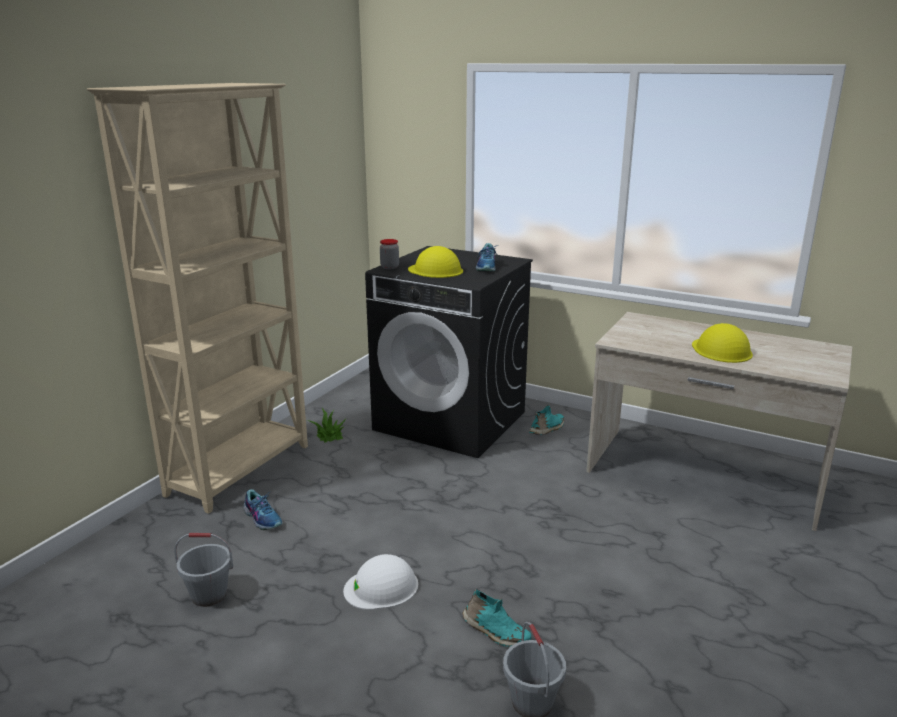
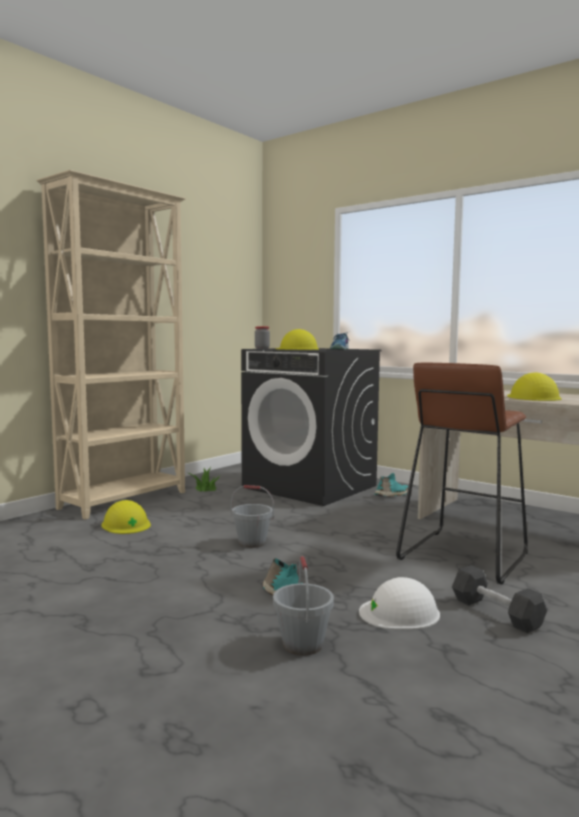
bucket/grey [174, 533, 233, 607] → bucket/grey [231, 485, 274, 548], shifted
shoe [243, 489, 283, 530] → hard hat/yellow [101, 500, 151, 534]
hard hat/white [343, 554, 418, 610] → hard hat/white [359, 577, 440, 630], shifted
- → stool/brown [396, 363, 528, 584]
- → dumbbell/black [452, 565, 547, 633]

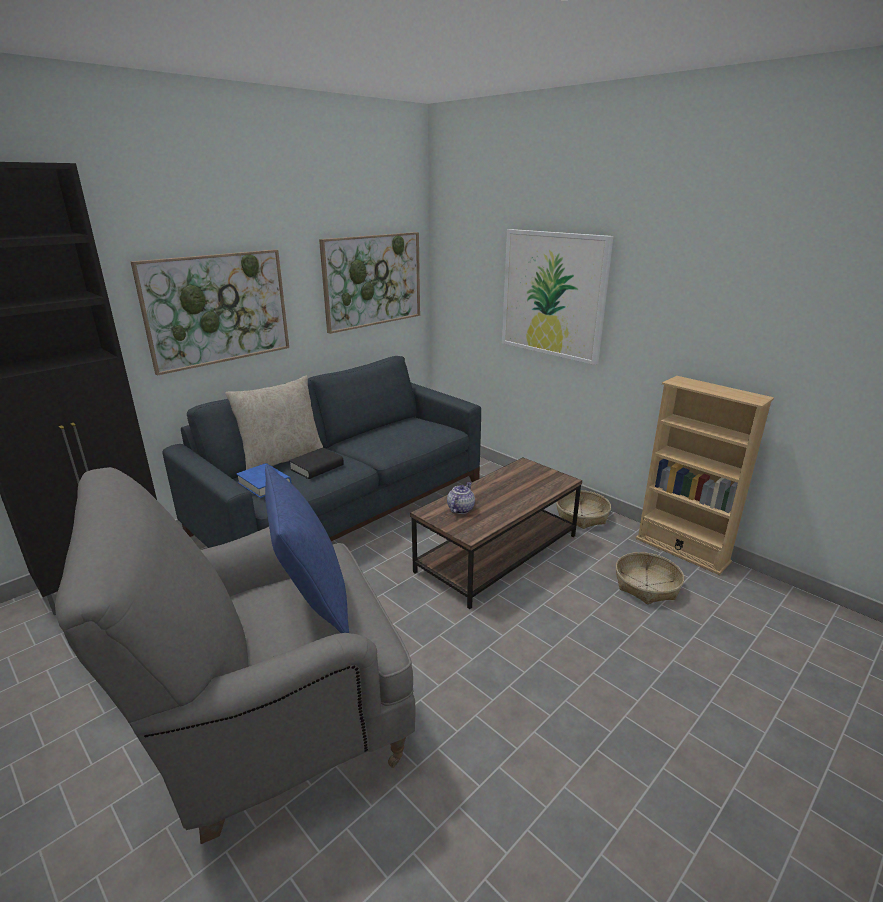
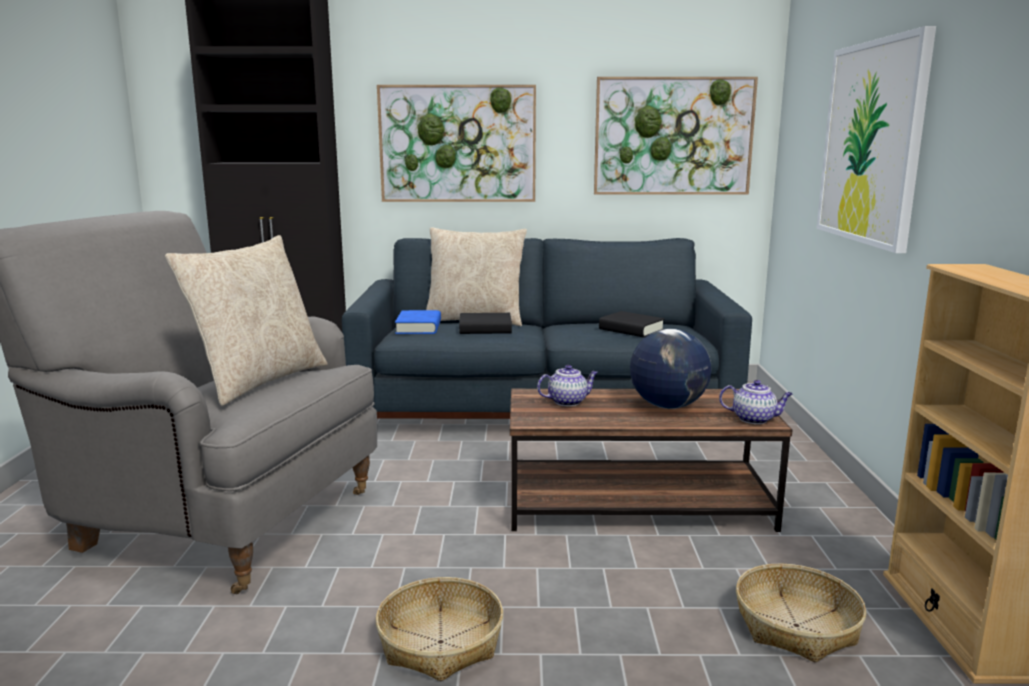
pillow/blue [265, 464, 349, 633] → pillow/beige [165, 235, 328, 406]
basket [556, 490, 611, 529] → basket [376, 577, 503, 681], shifted
- → book/black [599, 311, 665, 338]
- → globe [630, 329, 711, 409]
- → teapot [719, 380, 793, 424]

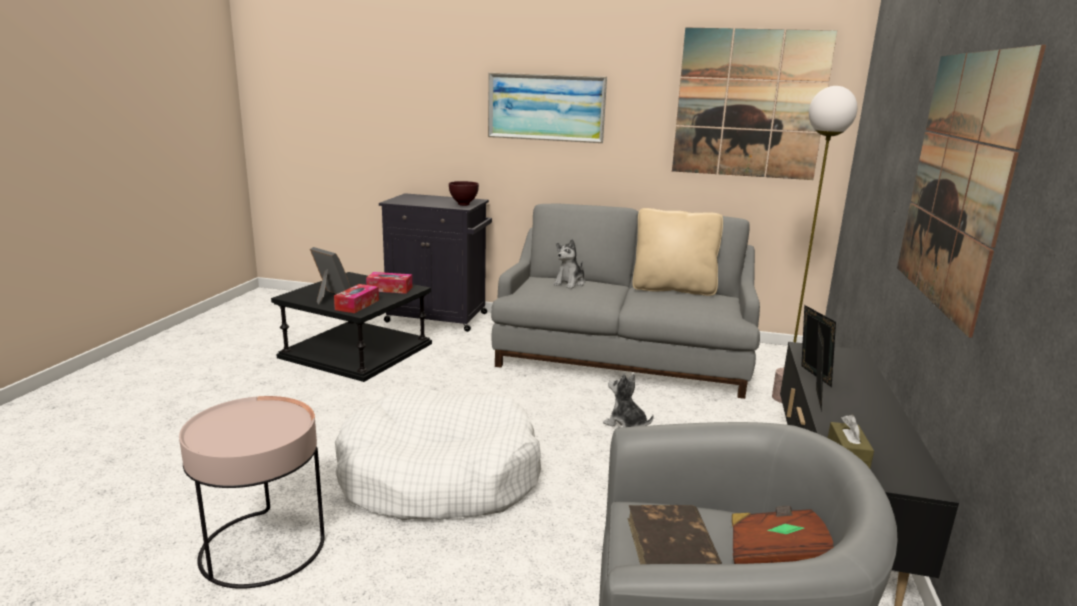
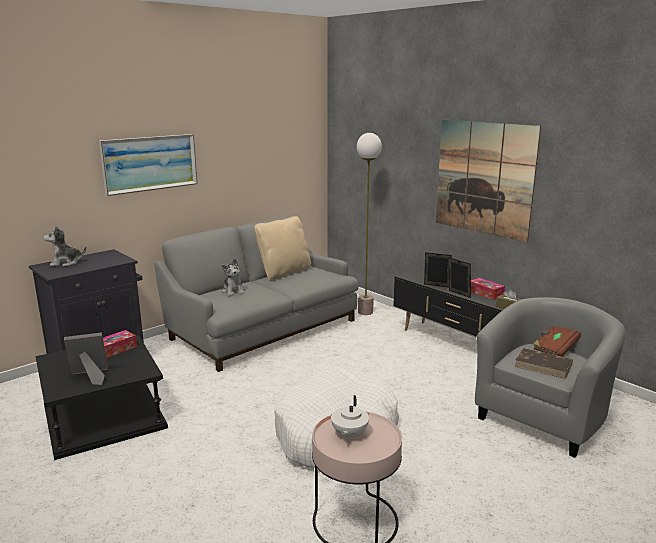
tissue box [334, 284, 379, 313] → tissue box [471, 278, 505, 300], shifted
bowl/brown [449, 181, 479, 206] → -
plush toy [603, 374, 654, 429] → plush toy [43, 226, 86, 267], shifted
picture [672, 28, 837, 180] → -
- → teapot/white [331, 395, 369, 440]

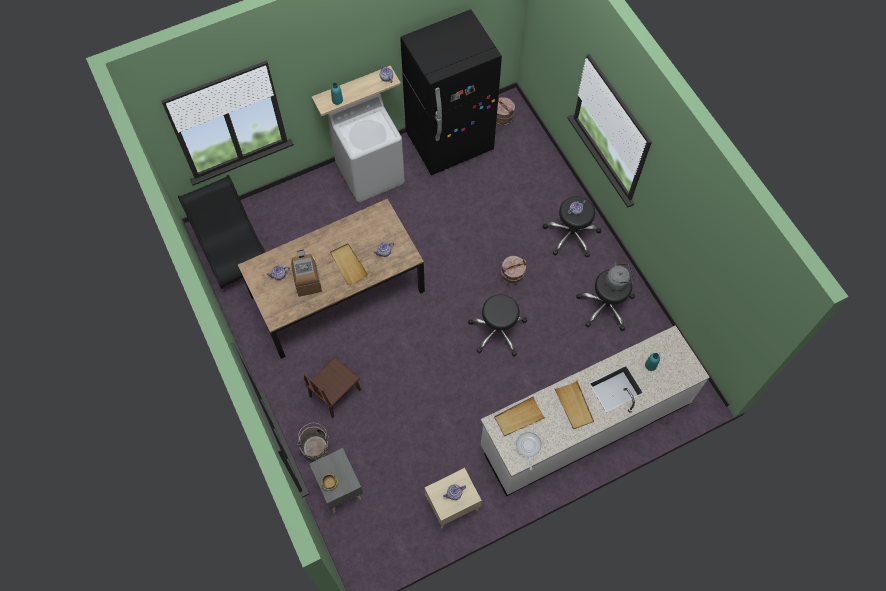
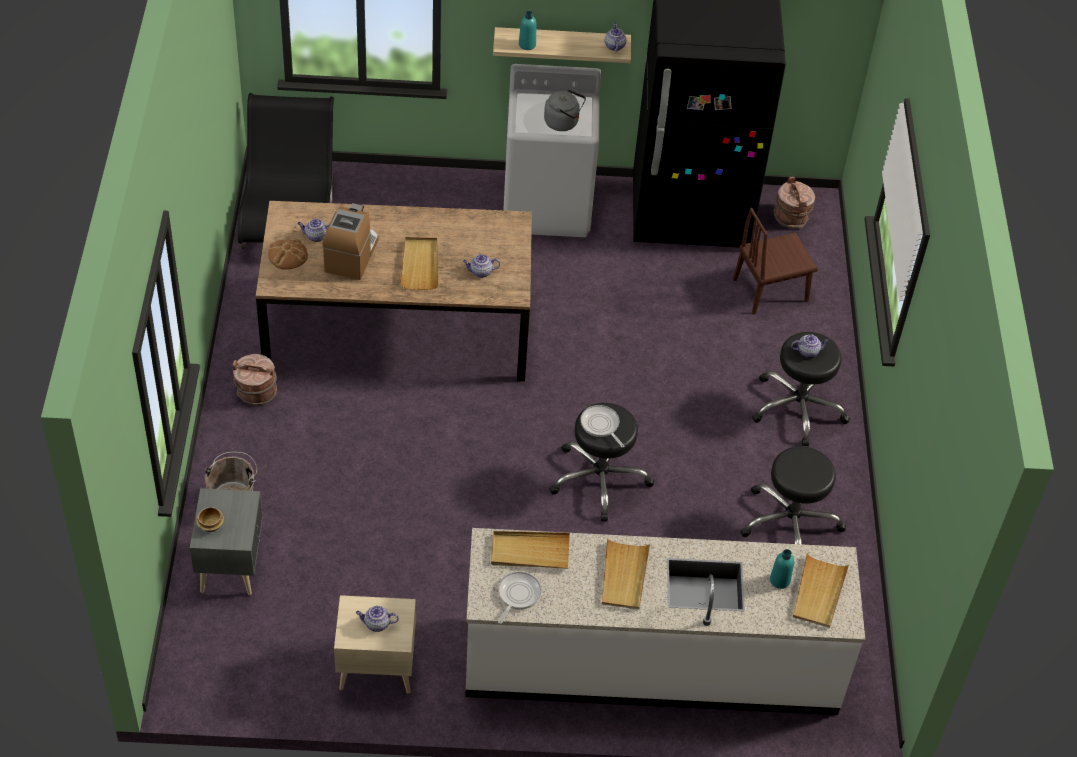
chair/brown [304, 357, 361, 418] → chair/brown [733, 208, 818, 314], shifted
bucket/brown [501, 256, 526, 285] → bucket/brown [233, 354, 277, 406], shifted
kettle/grey [606, 262, 634, 291] → kettle/grey [544, 89, 586, 131], shifted
- → bread [268, 239, 308, 269]
- → frying pan [580, 405, 625, 448]
- → tray/beige [793, 553, 849, 628]

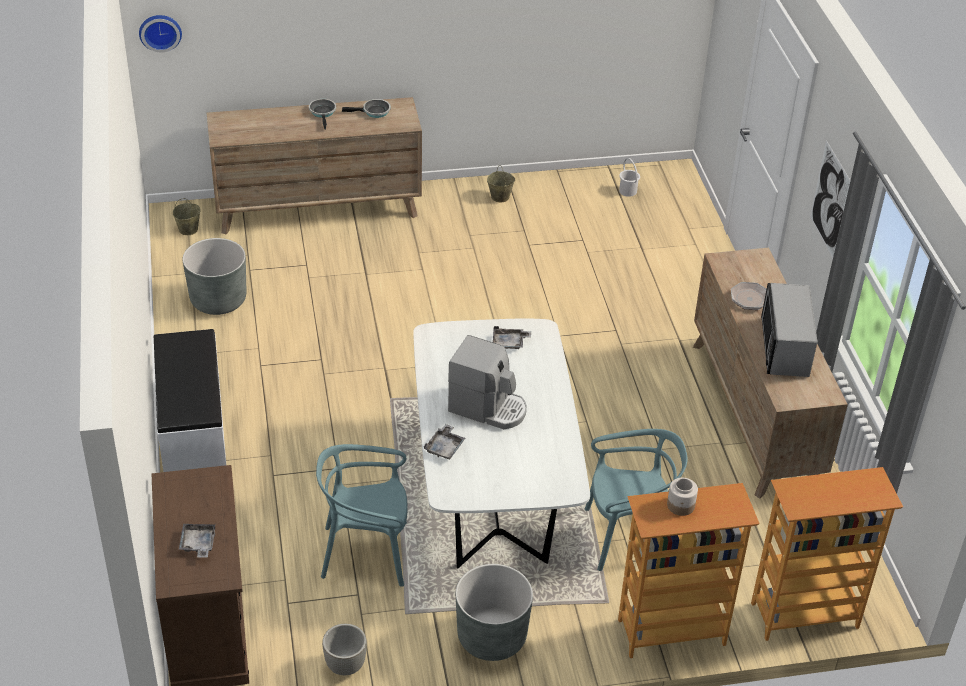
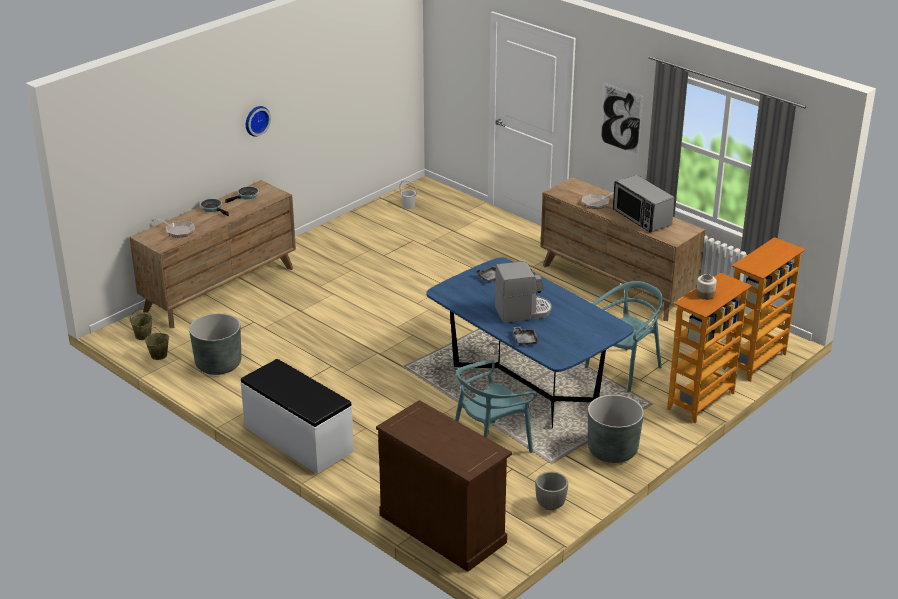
wall clock [139, 15, 182, 52] → wall clock [246, 106, 271, 137], shifted
tray/grey [179, 524, 215, 558] → -
dining table/white [413, 318, 590, 569] → dining table/blue [426, 258, 633, 429]
bucket/beige [487, 165, 515, 202] → bucket/beige [145, 327, 169, 360], shifted
- → frying pan [153, 217, 195, 238]

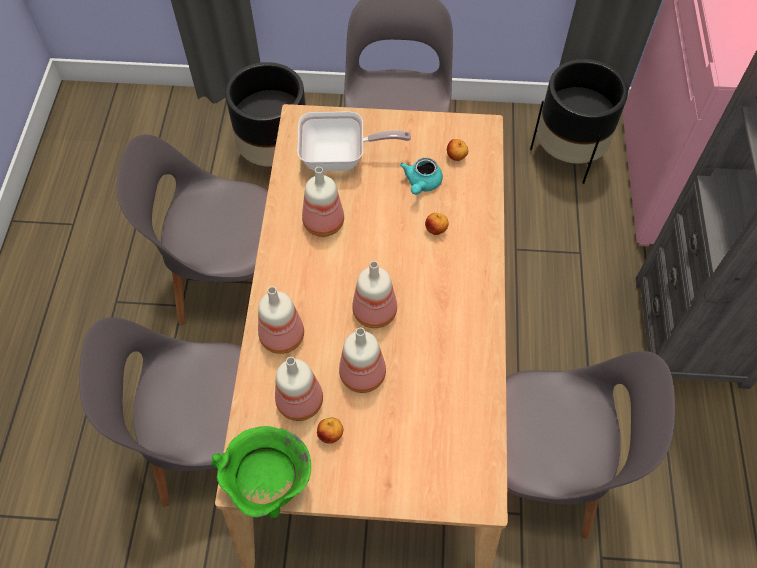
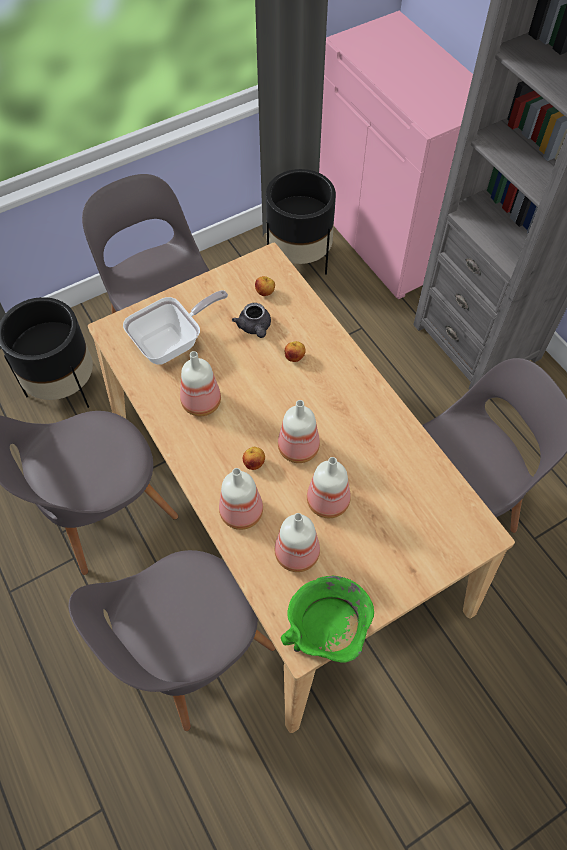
apple [317, 418, 343, 444] → apple [242, 447, 265, 470], shifted
teapot/turquoise [400, 158, 443, 195] → teapot/grey [232, 303, 271, 338]

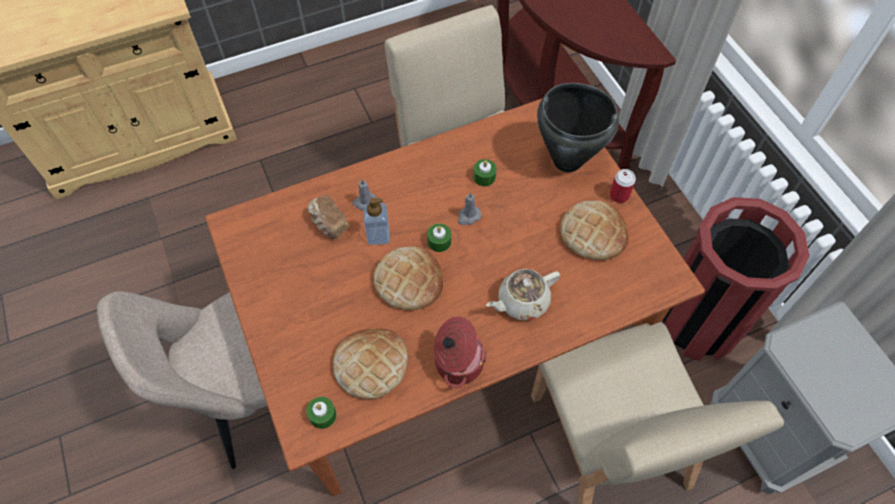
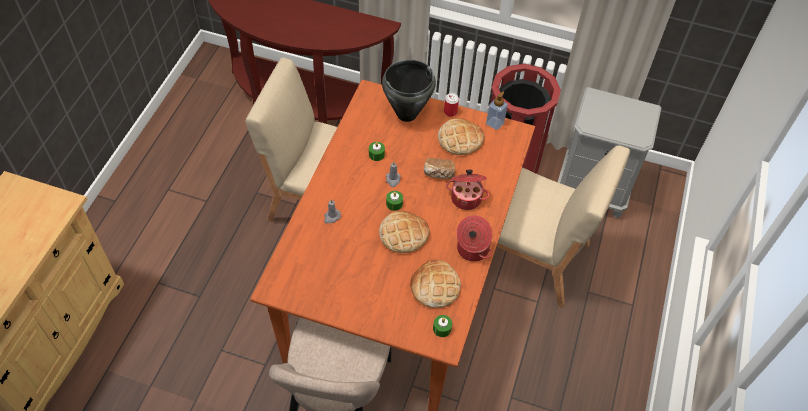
bread [308, 195, 349, 239] → bread [424, 157, 455, 179], shifted
soap dispenser [363, 198, 390, 245] → soap dispenser [486, 91, 508, 130], shifted
teapot/beige [486, 269, 560, 321] → cooking pot [446, 170, 489, 210]

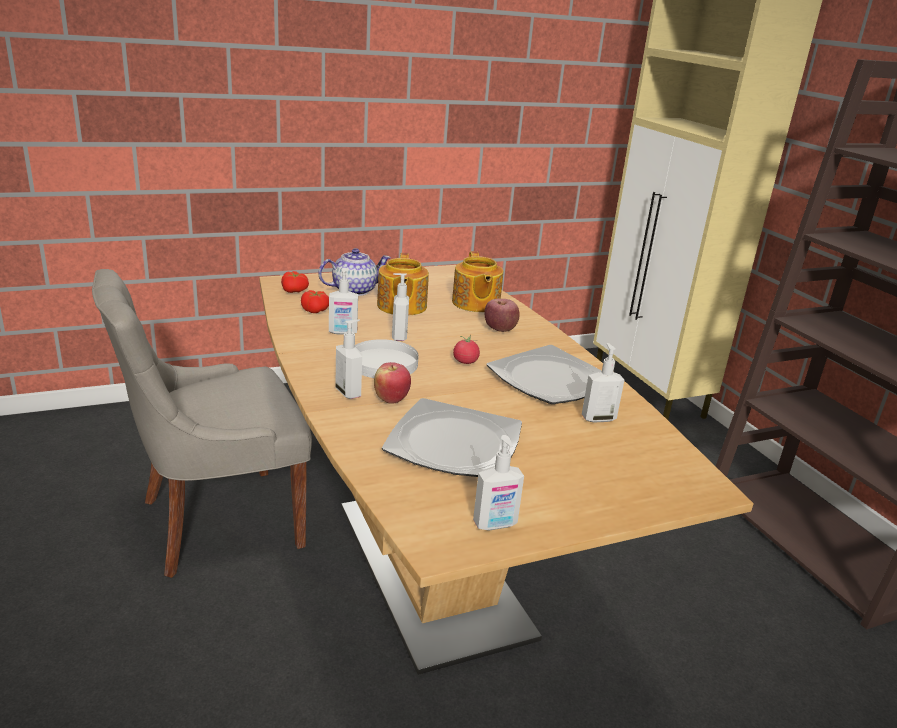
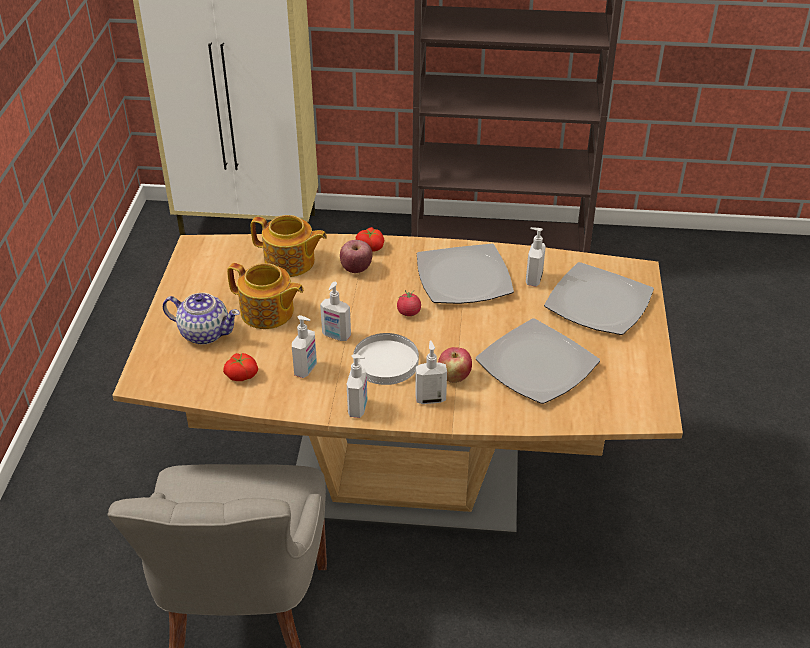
tomato [281, 271, 309, 293] → tomato [356, 227, 384, 252], shifted
teapot [319, 248, 391, 296] → teapot [163, 293, 240, 345], 105 degrees clockwise
soap dispenser [473, 435, 524, 530] → soap dispenser [347, 354, 367, 418], shifted
- → plate [544, 262, 654, 335]

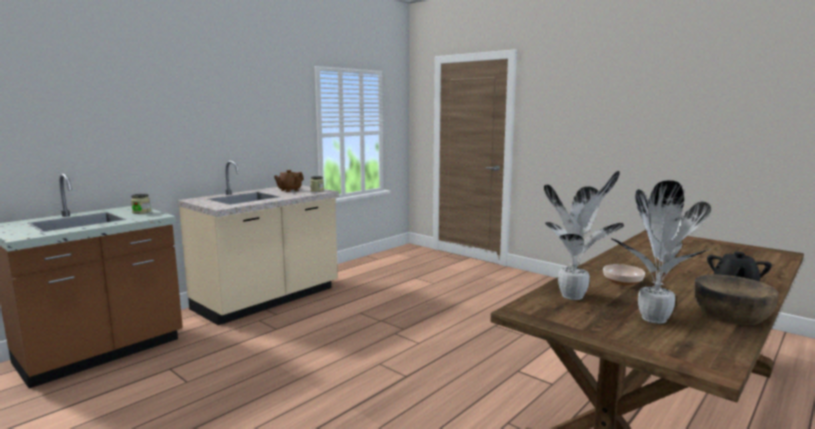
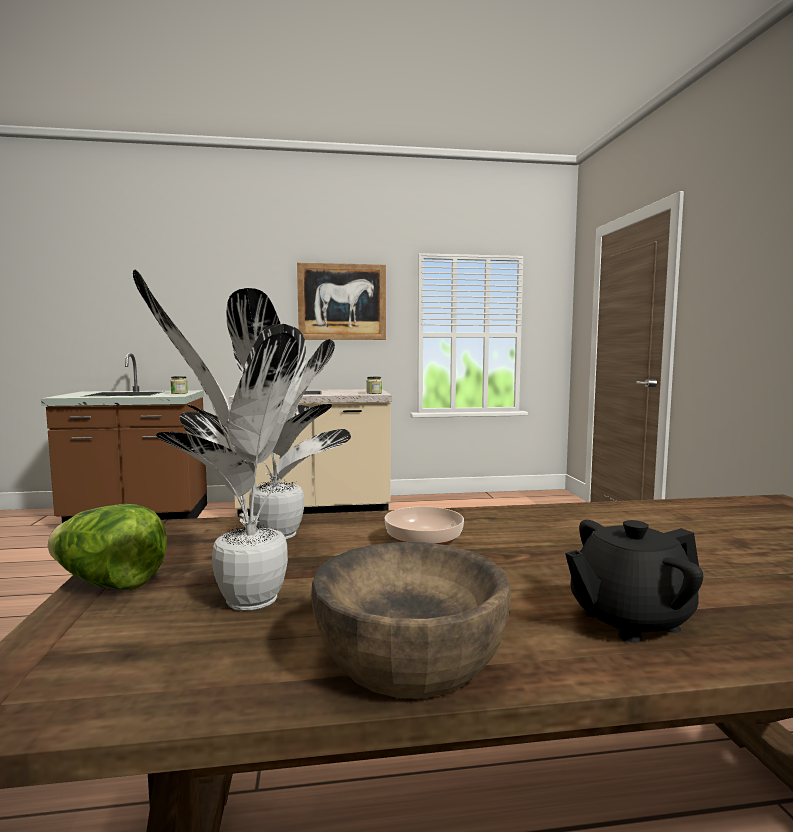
teapot/brown [274, 170, 304, 192] → -
- → lettuce [48, 504, 167, 590]
- → picture [297, 263, 386, 340]

